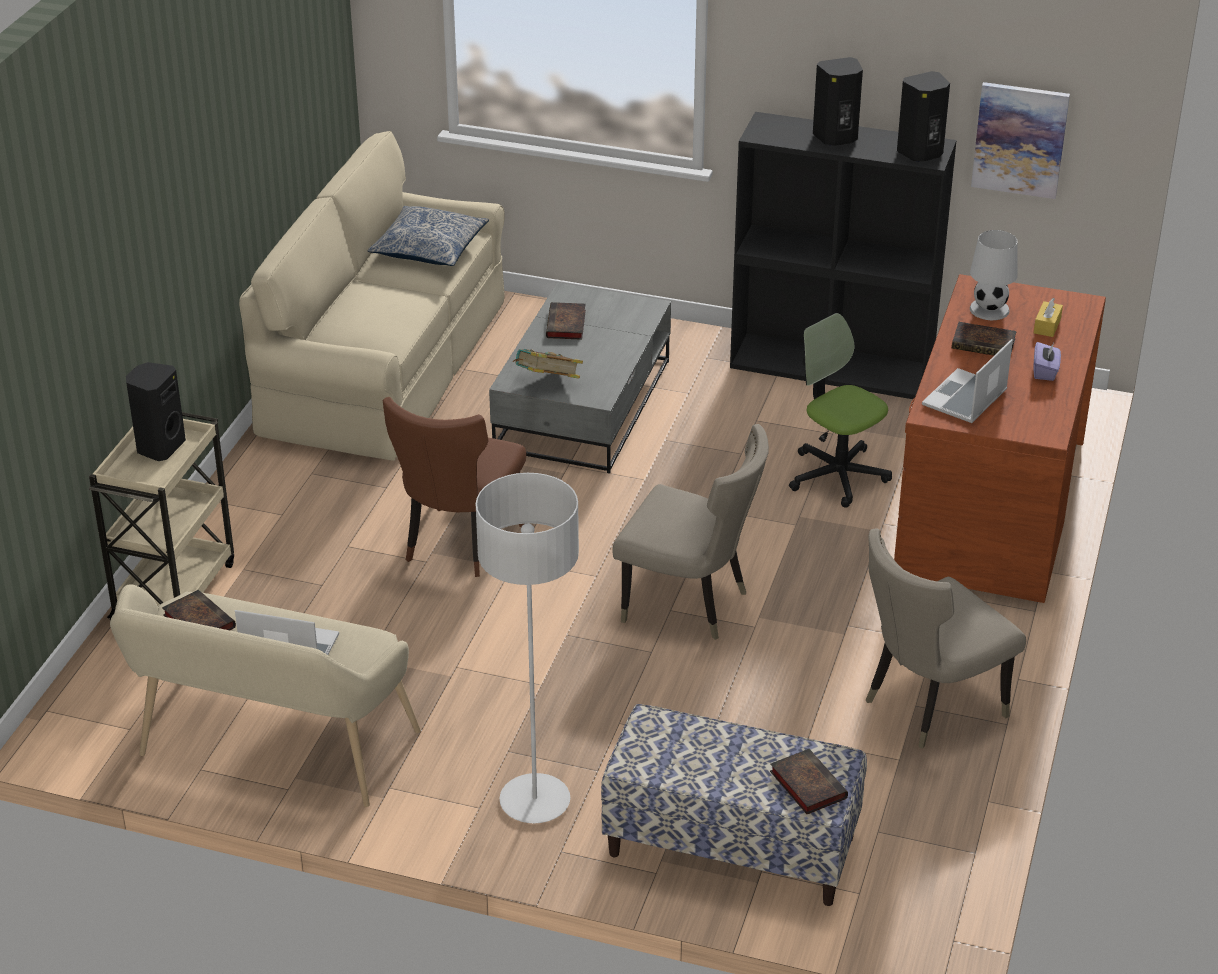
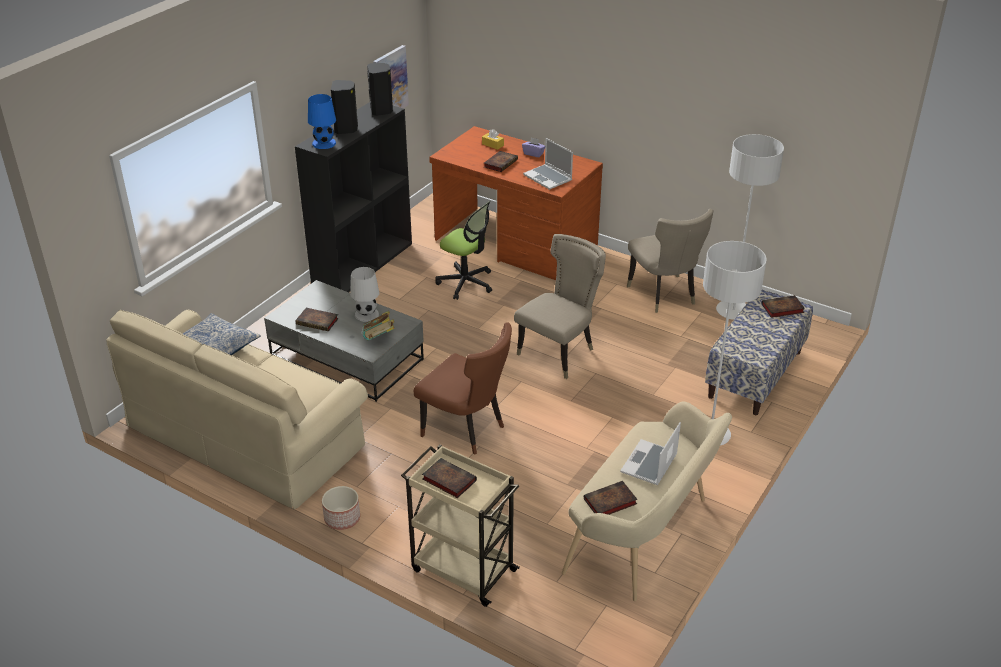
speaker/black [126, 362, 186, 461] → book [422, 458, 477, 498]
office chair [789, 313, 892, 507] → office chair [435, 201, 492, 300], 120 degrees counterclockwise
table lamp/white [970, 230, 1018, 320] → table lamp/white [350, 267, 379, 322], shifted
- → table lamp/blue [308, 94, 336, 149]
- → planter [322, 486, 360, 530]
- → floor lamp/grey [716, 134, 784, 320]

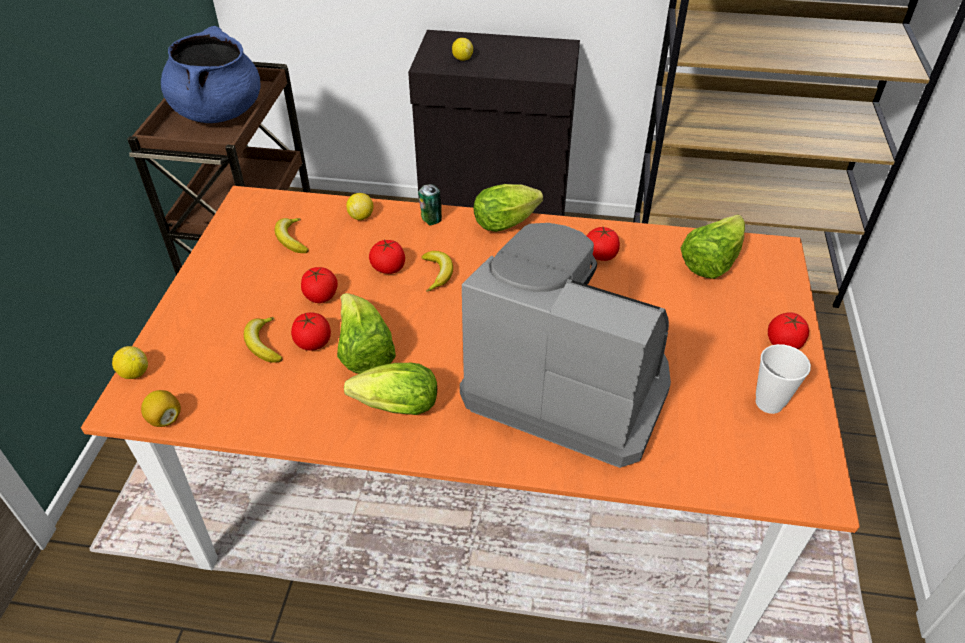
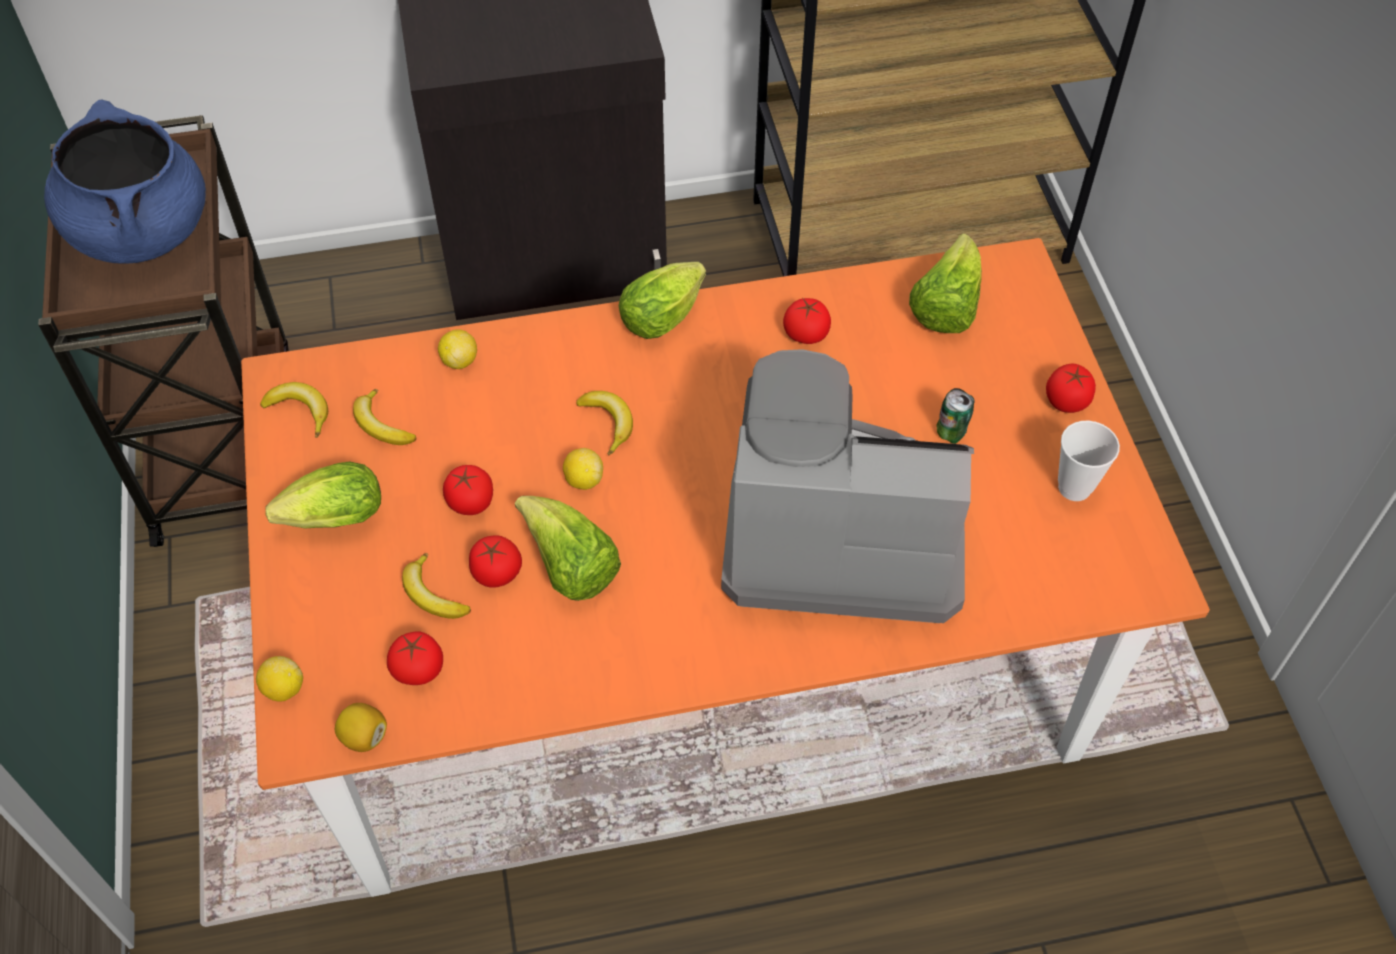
lettuce [344, 363, 437, 415] → lettuce [265, 461, 381, 529], shifted
tomato [369, 240, 405, 274] → tomato [387, 631, 443, 685], shifted
can [418, 184, 442, 225] → can [937, 388, 975, 444], shifted
lemon [452, 38, 473, 61] → lemon [563, 448, 603, 490], shifted
- → banana [260, 382, 328, 438]

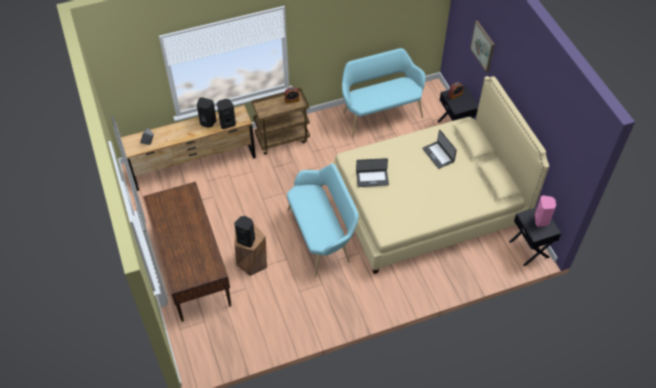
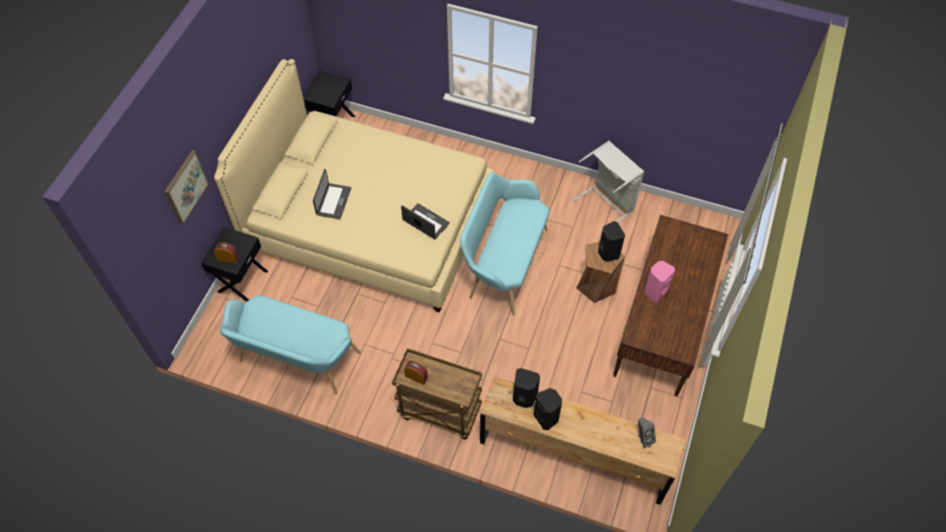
speaker/pink [534, 195, 556, 227] → speaker/pink [645, 261, 675, 302], shifted
- → laundry basket/grey [573, 141, 644, 222]

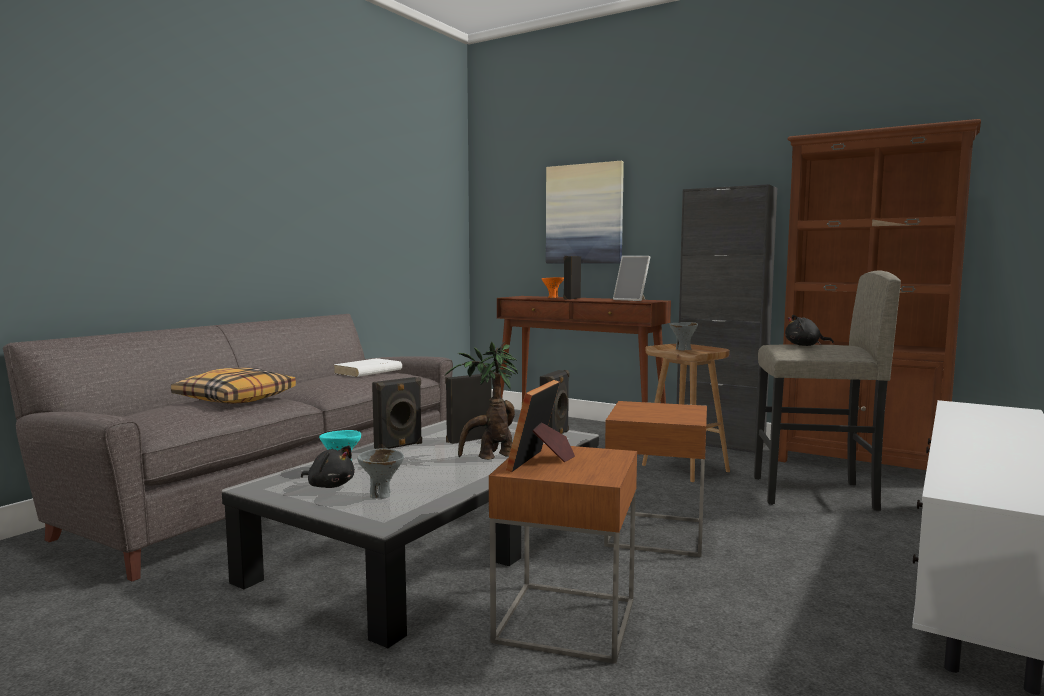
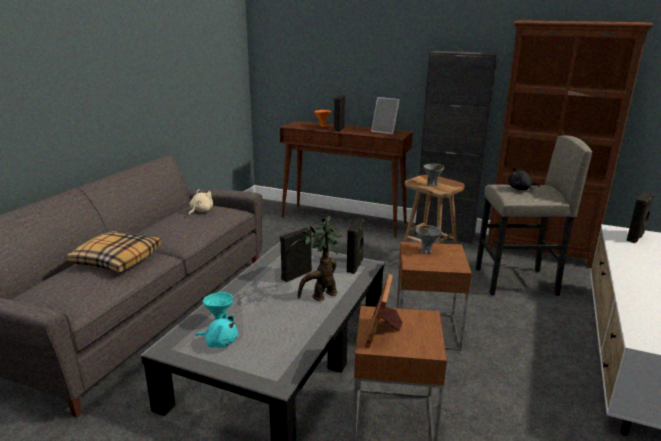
plush toy/black [301, 446, 355, 488] → plush toy/turquoise [196, 315, 238, 348]
book/white [334, 358, 402, 377] → plush toy/beige [188, 189, 213, 215]
bowl/grey [357, 448, 404, 499] → bowl/grey [416, 225, 442, 254], shifted
speaker/black [372, 377, 422, 449] → speaker/black [626, 192, 654, 243], shifted
picture [546, 161, 624, 264] → -

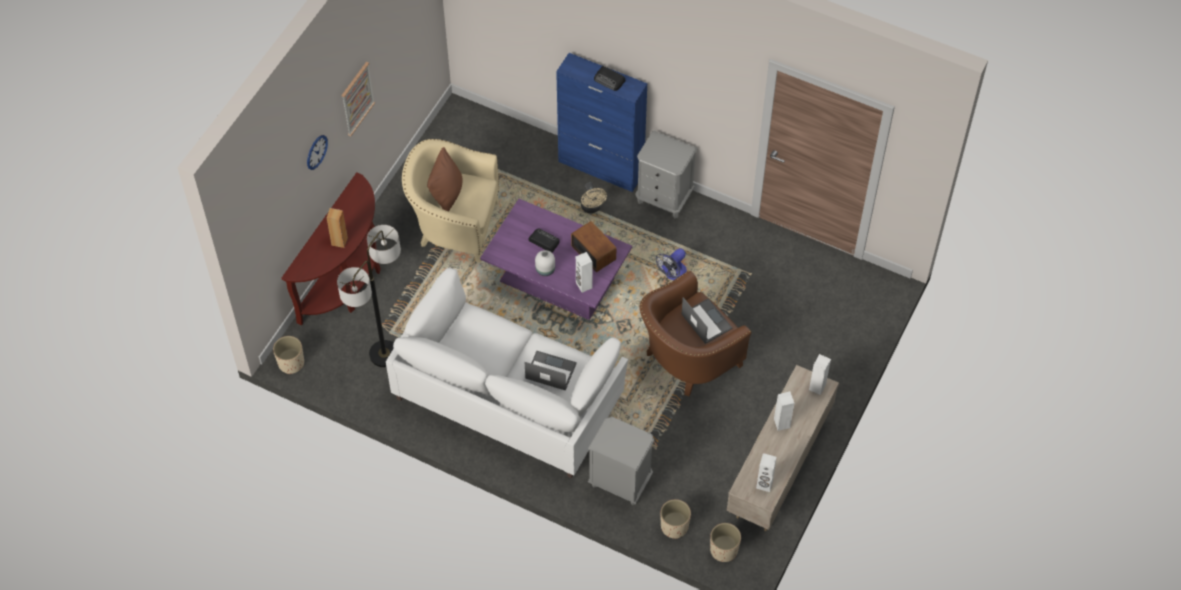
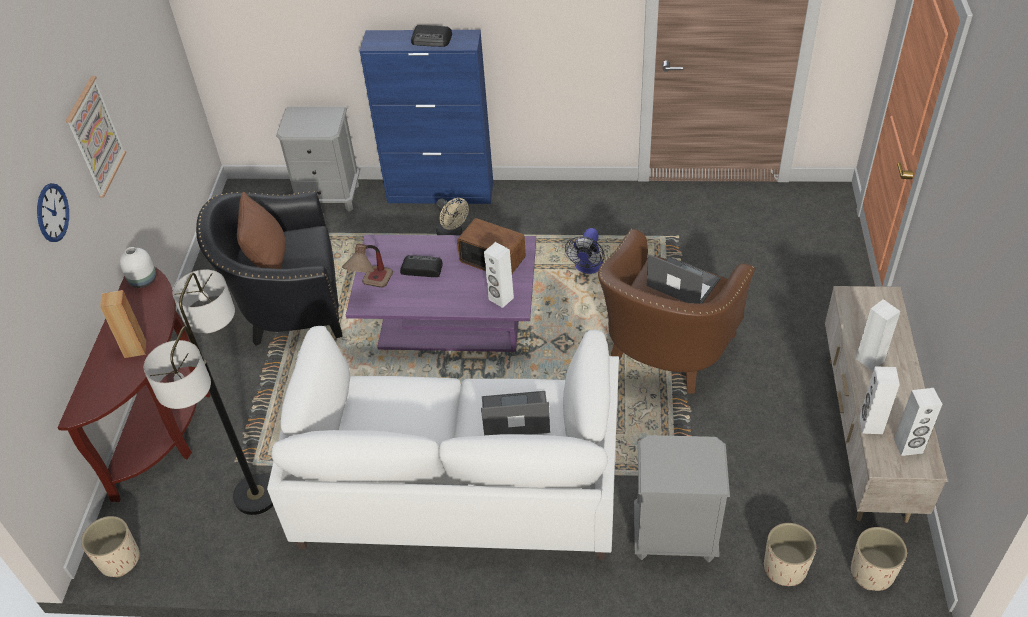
armchair/beige [402, 139, 499, 263] → armchair/black [196, 191, 343, 346]
vase/white [535, 250, 555, 276] → vase/white [120, 247, 156, 288], shifted
nightstand/grey [635, 131, 697, 219] → nightstand/grey [276, 107, 360, 212], shifted
speaker/white [809, 354, 831, 395] → speaker/white [859, 366, 900, 434], shifted
- → table lamp [342, 244, 393, 288]

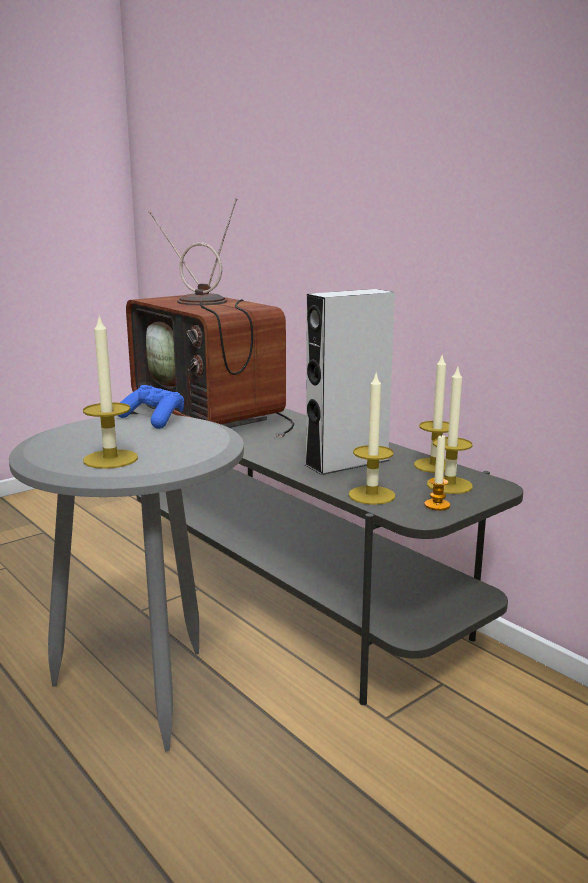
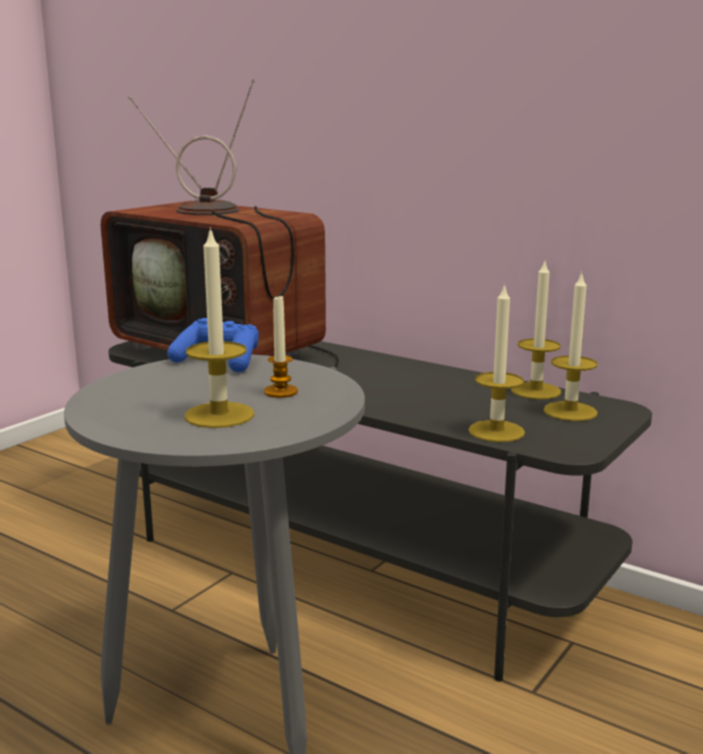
speaker/grey [305, 289, 395, 475] → -
candle [424, 434, 450, 511] → candle [264, 293, 298, 398], shifted

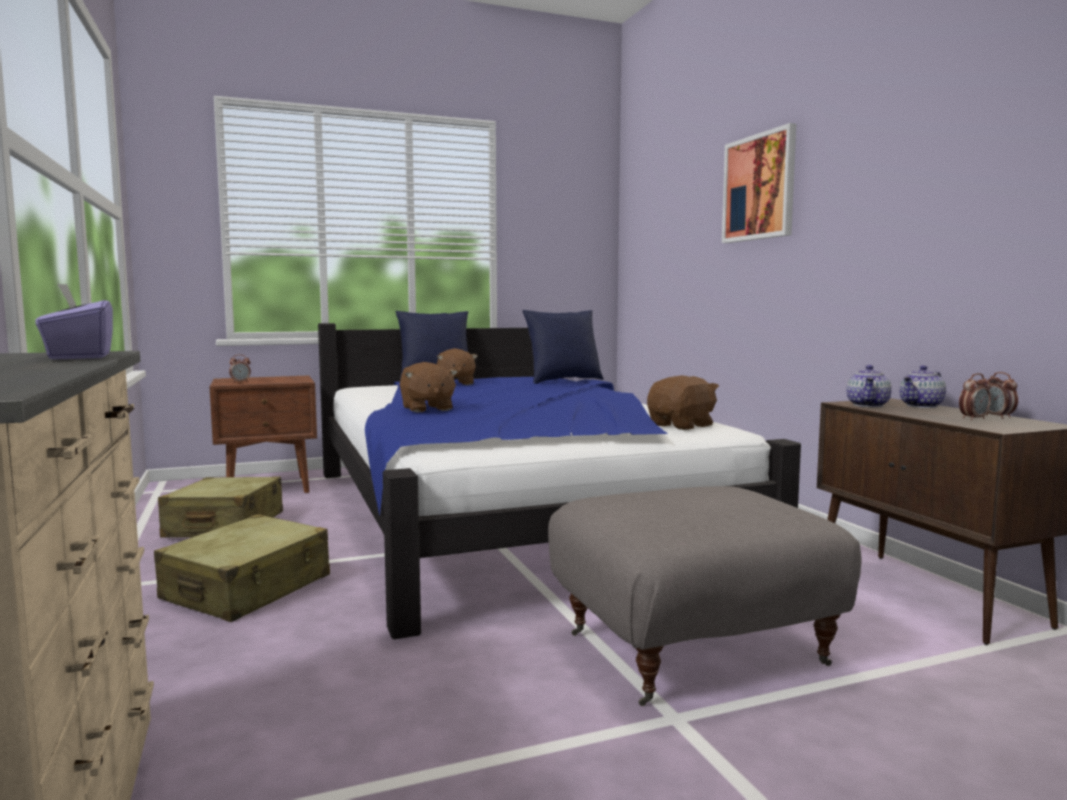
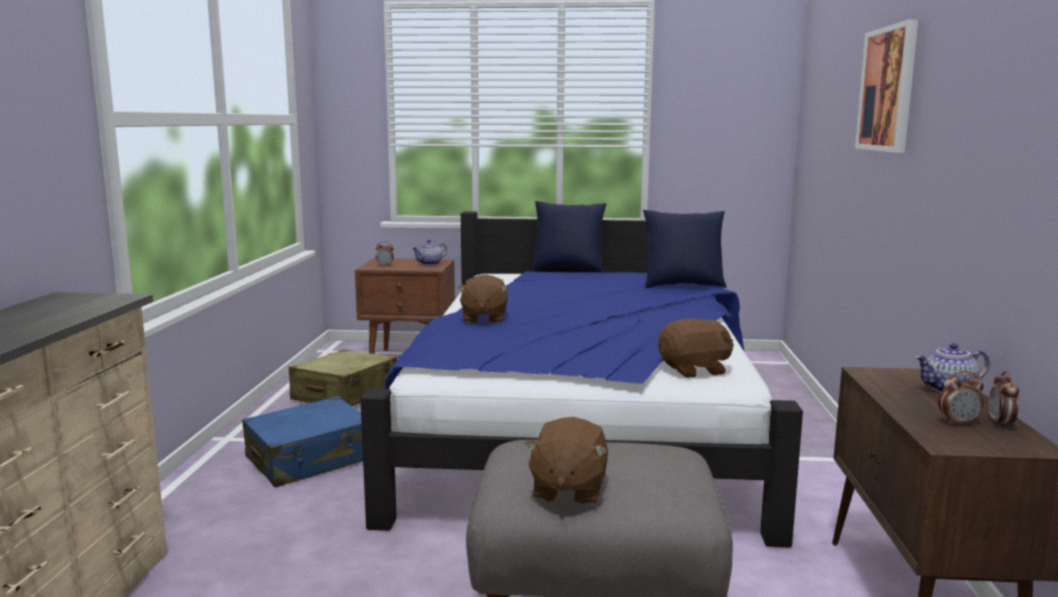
tissue box/purple [35, 283, 113, 360] → -
suitcase/beige [154, 514, 330, 622] → suitcase/blue [242, 396, 363, 488]
plush toy/brown [437, 348, 478, 385] → plush toy/brown [524, 417, 608, 506], shifted
teapot [846, 365, 892, 407] → teapot [412, 240, 447, 265], shifted

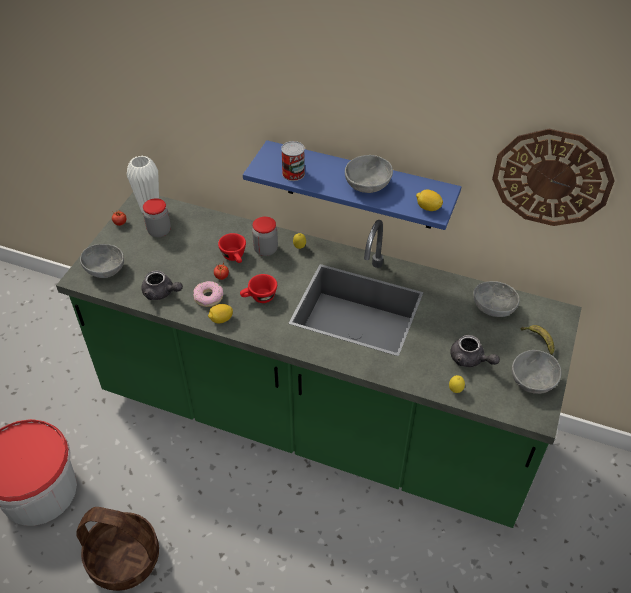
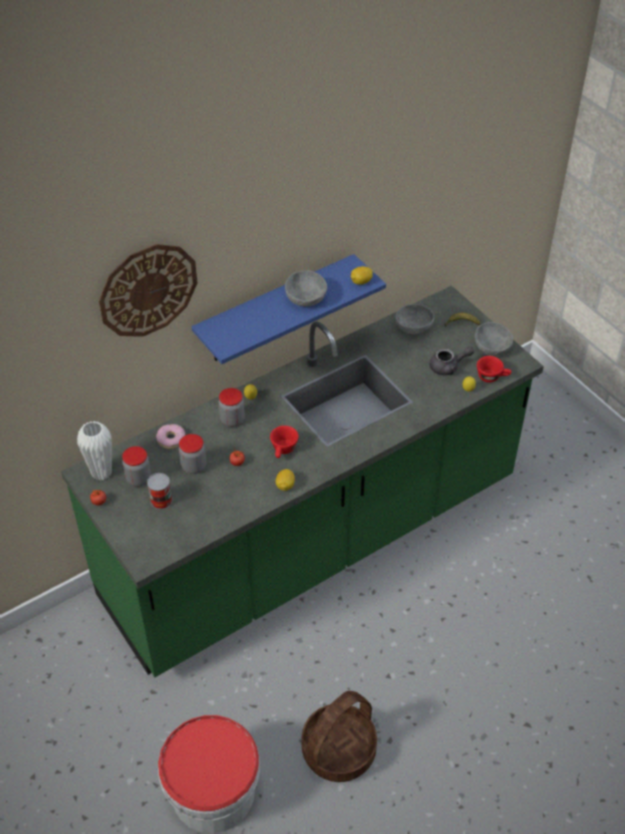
bowl/grey [80, 244, 124, 278] → -
teapot/grey [141, 270, 183, 300] → -
donut [193, 281, 223, 307] → donut [156, 424, 185, 449], shifted
cup/red [218, 233, 246, 263] → cup/red [477, 356, 512, 383], shifted
can [281, 141, 305, 181] → can [147, 473, 172, 509], shifted
wall clock [492, 129, 615, 226] → wall clock [99, 244, 197, 337], shifted
- → jar [179, 434, 206, 474]

